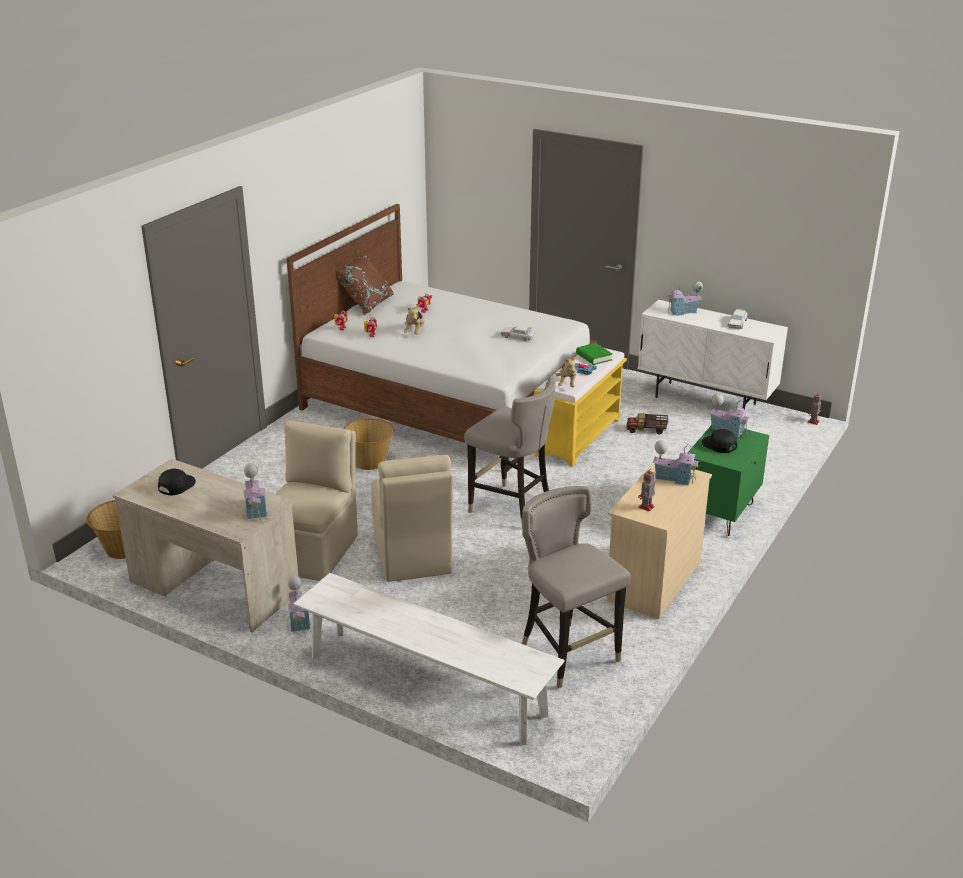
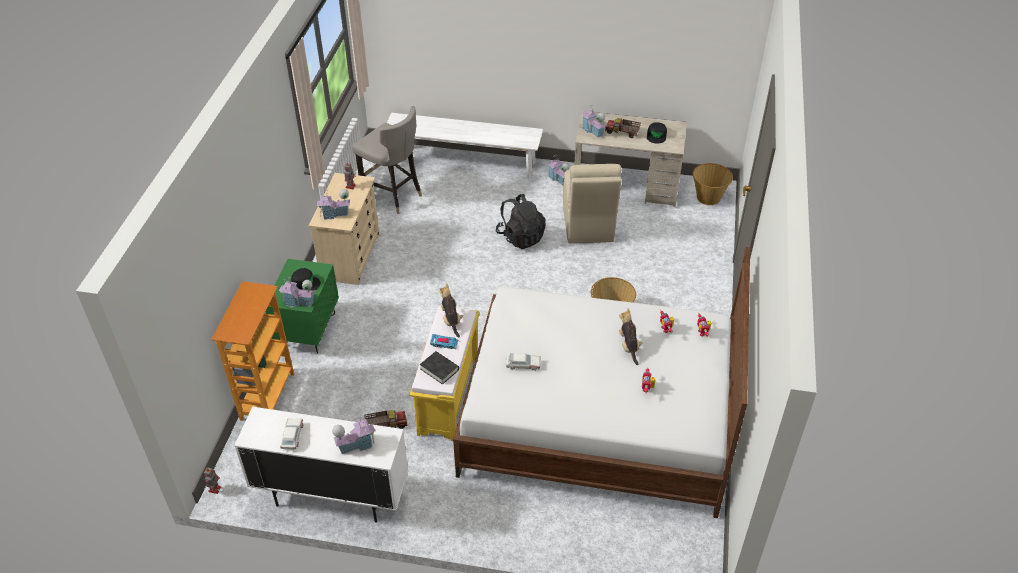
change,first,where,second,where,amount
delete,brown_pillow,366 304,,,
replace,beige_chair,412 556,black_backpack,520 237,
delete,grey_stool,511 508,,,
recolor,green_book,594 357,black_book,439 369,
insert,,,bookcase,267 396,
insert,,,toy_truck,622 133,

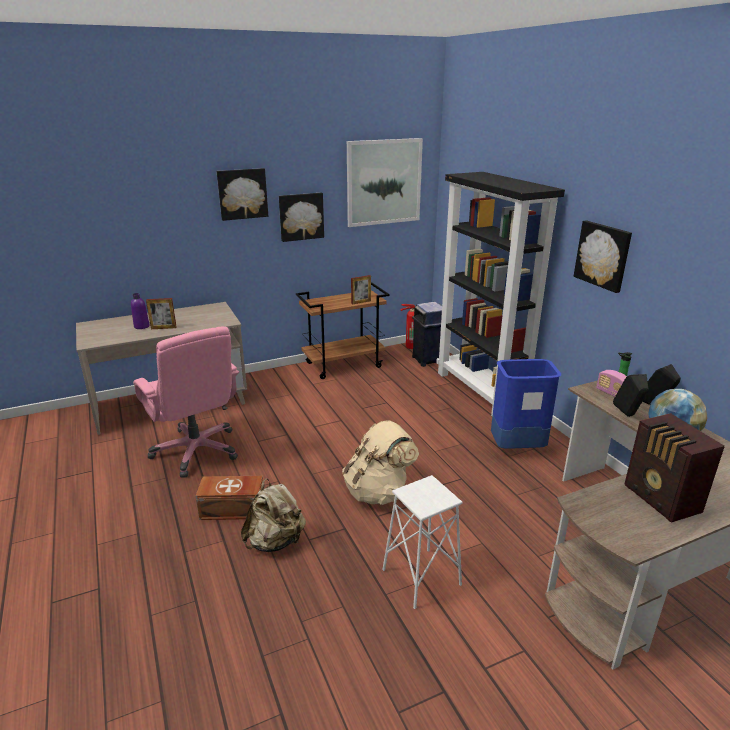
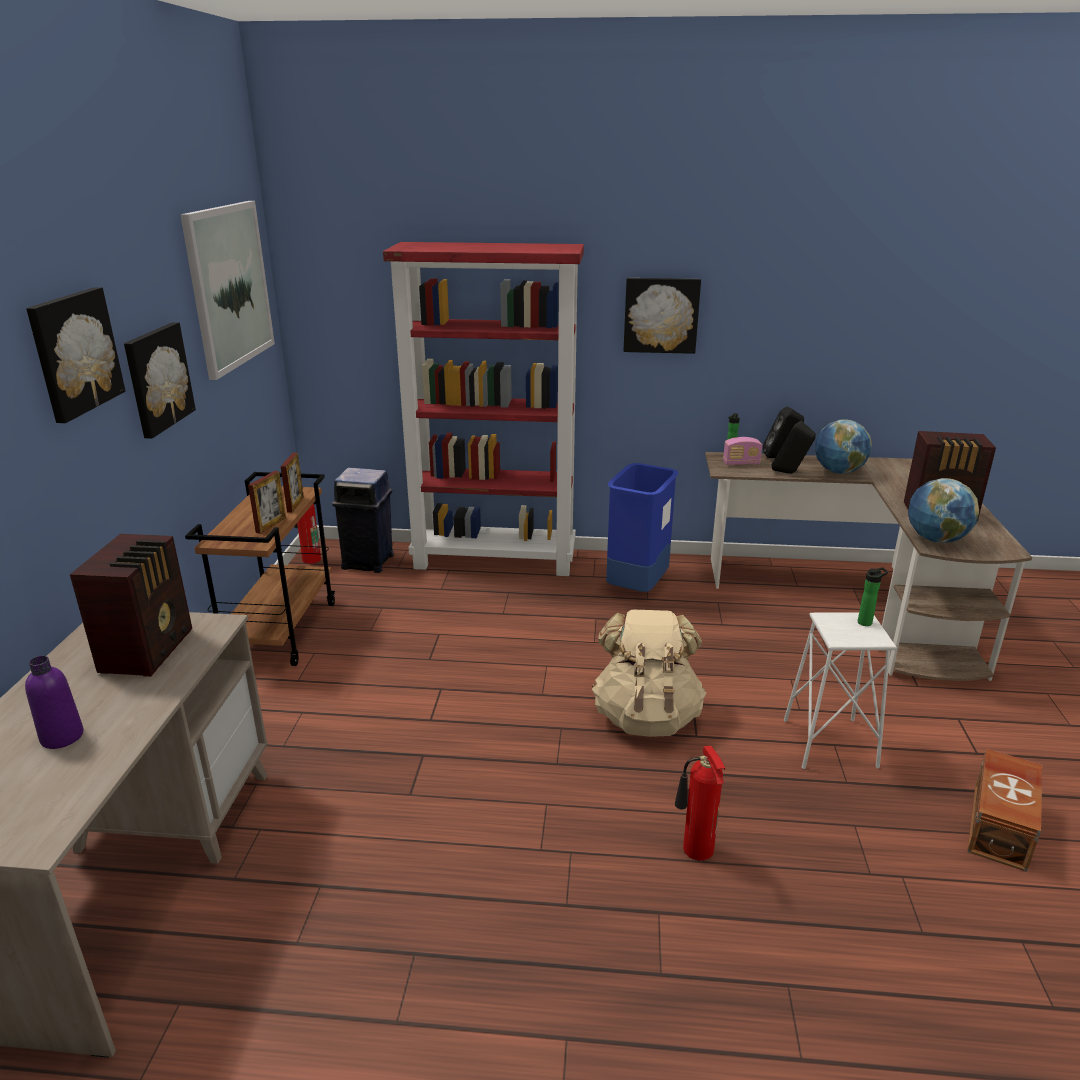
change,first,where,second,where,amount
delete,pink_office_chair,197 451,,,
move,picture_frame,163 328,,271 525,
move,brown_storage_box,233 510,,1001 826,
replace,beige_backpack,275 542,fire_extinguisher,696 851,
recolor,black_bookcase,481 391,red_bookcase,496 560,
insert,,,radio,150 650,
insert,,,bottle,866 622,
insert,,,globe,936 539,

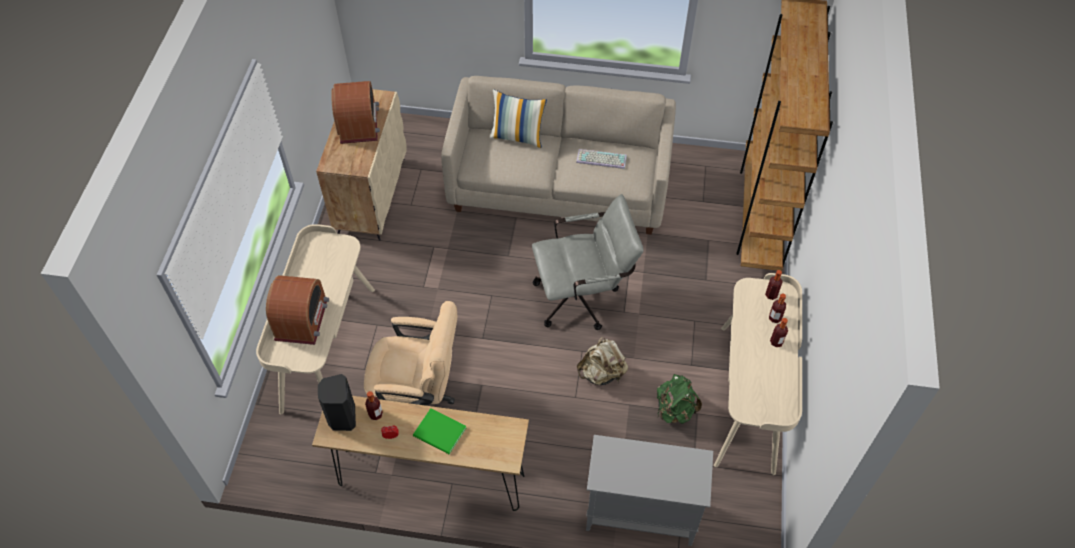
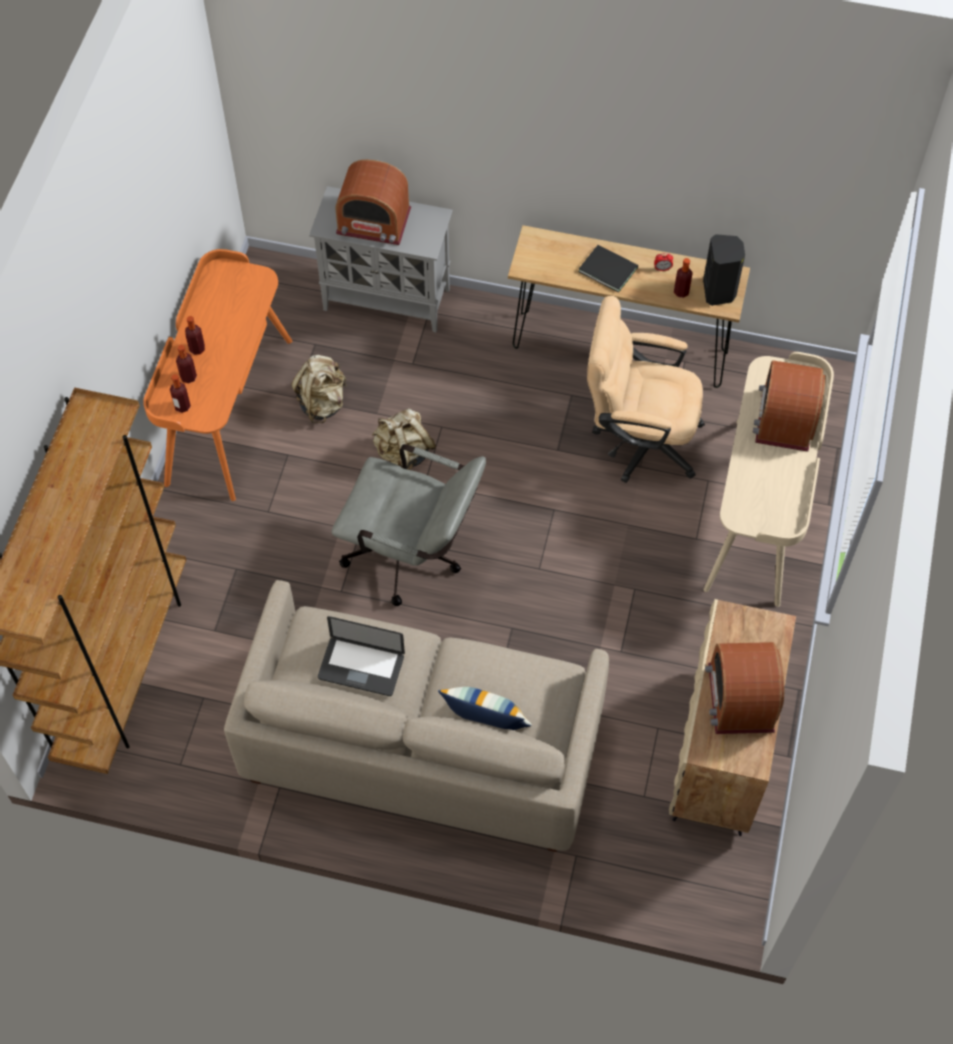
change,first,where,second,where,amount
recolor,green_book,440 433,black_book,607 268,
rotate,grey_office_chair,583 297,,412 556,150 degrees counterclockwise
replace,keyboard,600 160,laptop,361 667,
recolor,green_backpack,674 410,beige_backpack,322 403,
recolor,beige_desk,749 397,orange_desk,227 410,
insert,,,radio,373 221,

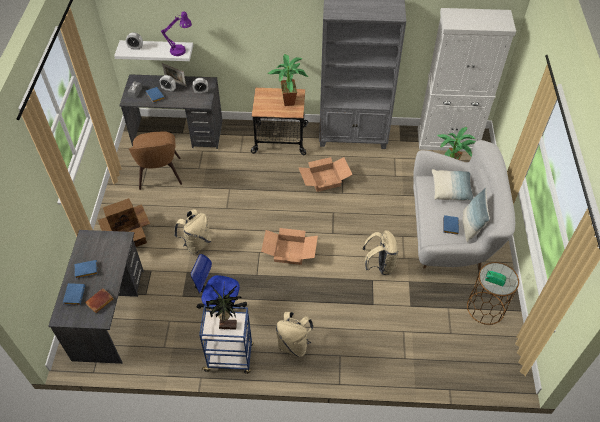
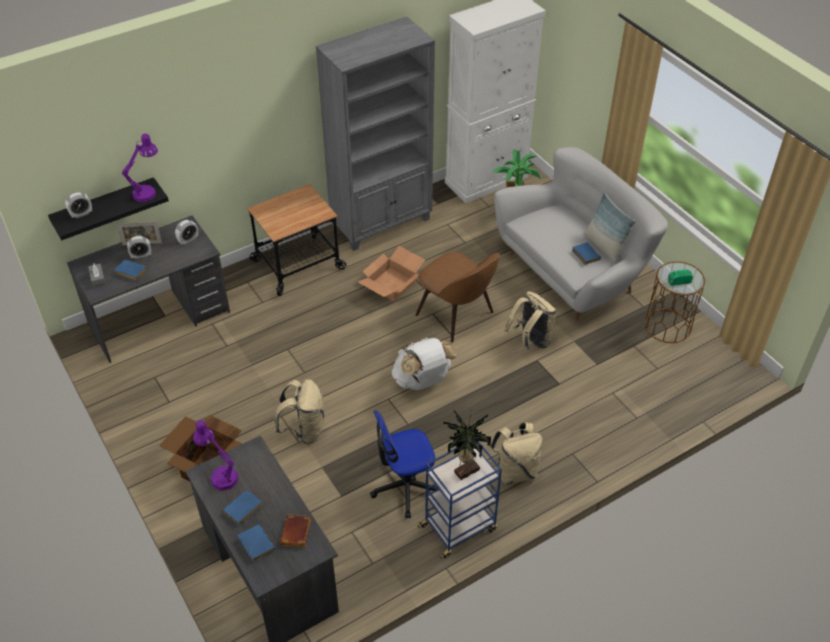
change,first,where,second,where,amount
recolor,white_shelf,157 49,black_shelf,105 207,
move,brown_chair,160 175,,457 315,
replace,cardboard_box,289 252,white_backpack,422 380,
delete,potted_plant,289 100,,,
delete,pillow,451 190,,,
insert,,,purple_table_lamp,220 475,

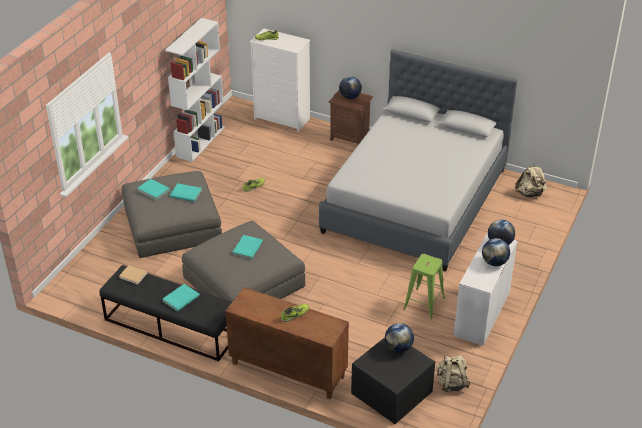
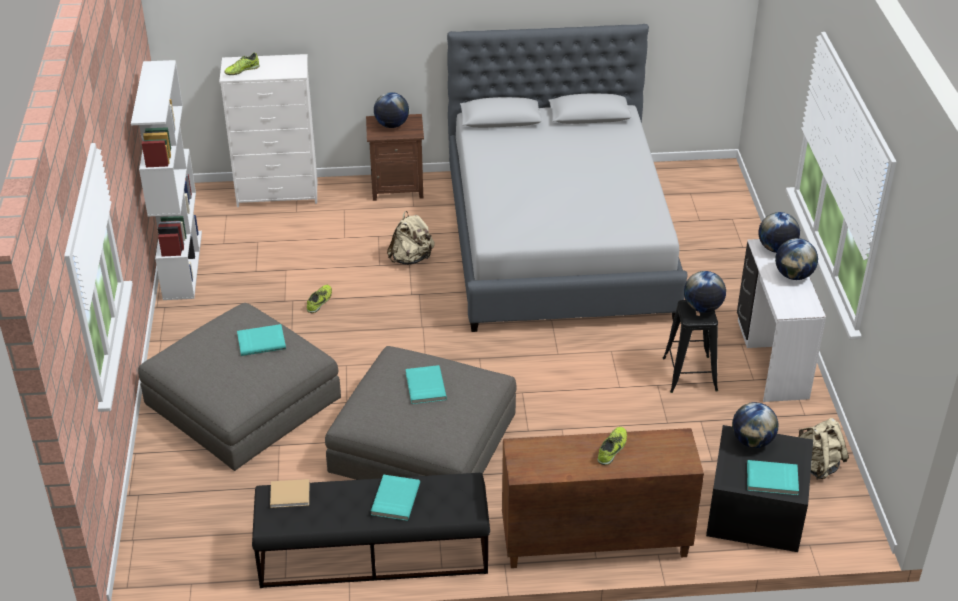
change,first,where,second,where,amount
move,turquoise_book,153 190,,772 480,
recolor,green_stool,423 304,black_stool,689 374,
move,beige_backpack,530 193,,411 258,
insert,,,globe,702 308,

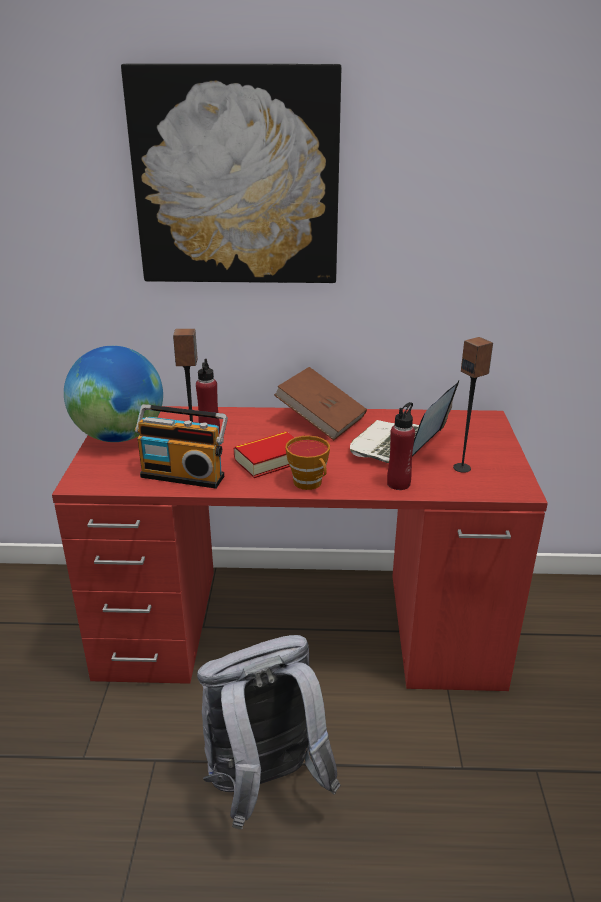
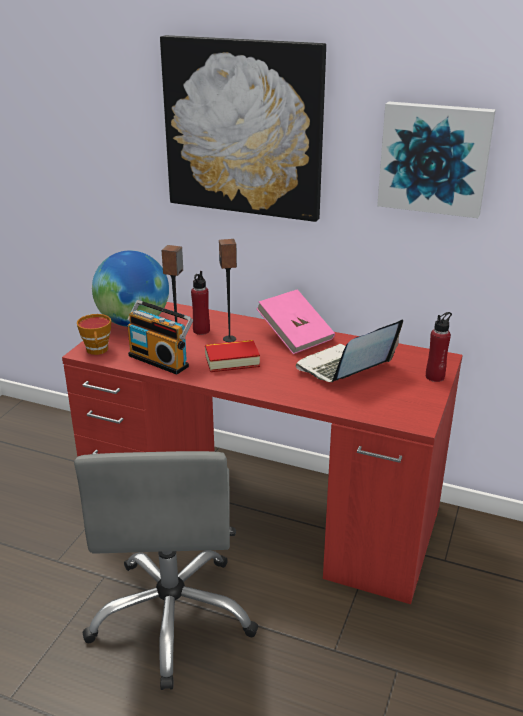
change,first,where,second,where,amount
replace,grey_backpack,264 784,grey_office_chair,173 615,
recolor,brown_book,321 420,pink_book,295 336,
move,cup,310 483,,98 350,
move,red_bottle,398 483,,435 377,
move,speaker,462 468,,229 339,
insert,,,picture,434 158,

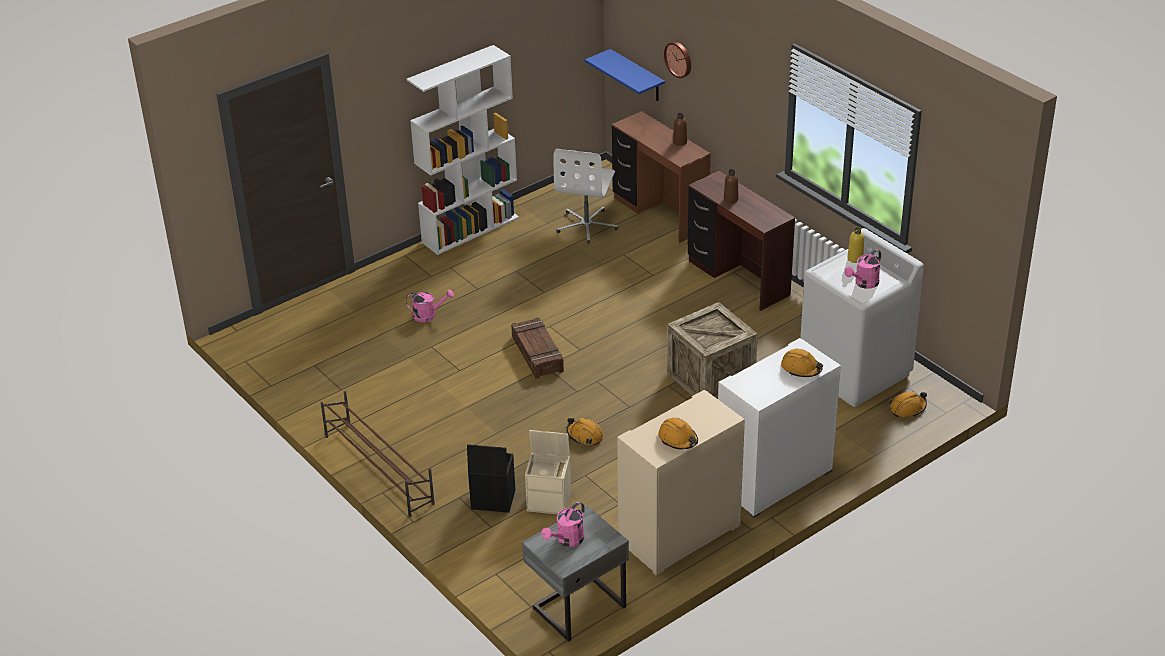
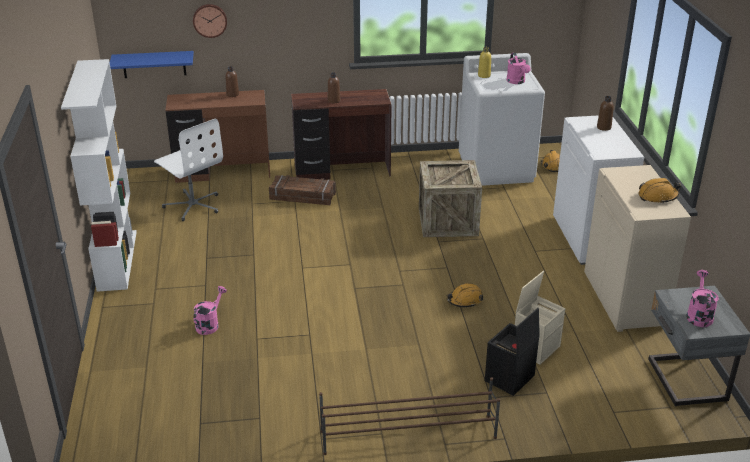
change,first,where,second,where,amount
move,crate,537 354,,302 196,
rotate,pink_watering_can,567 540,,698 315,150 degrees counterclockwise
replace,orange_hard_hat,801 368,brown_bottle,604 127,

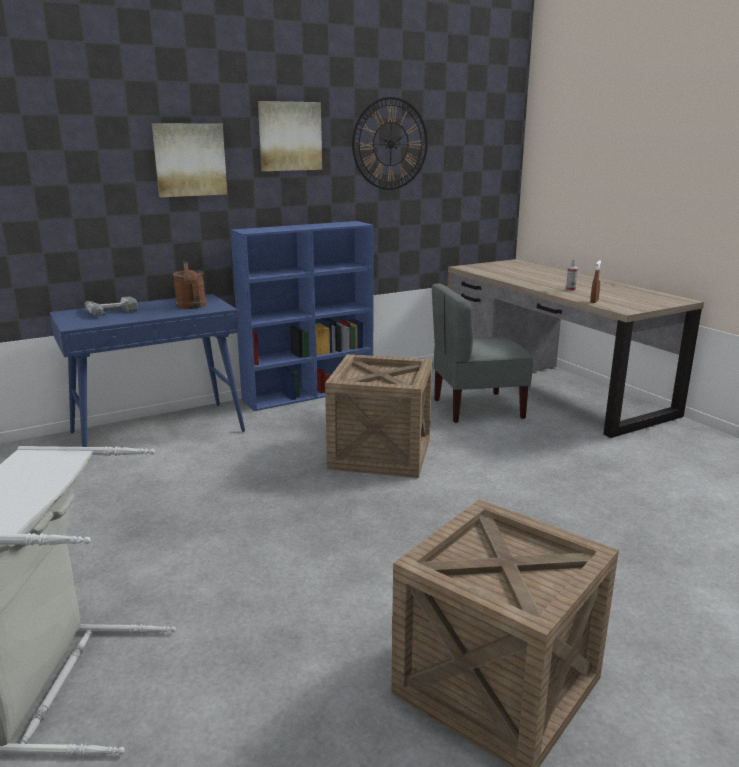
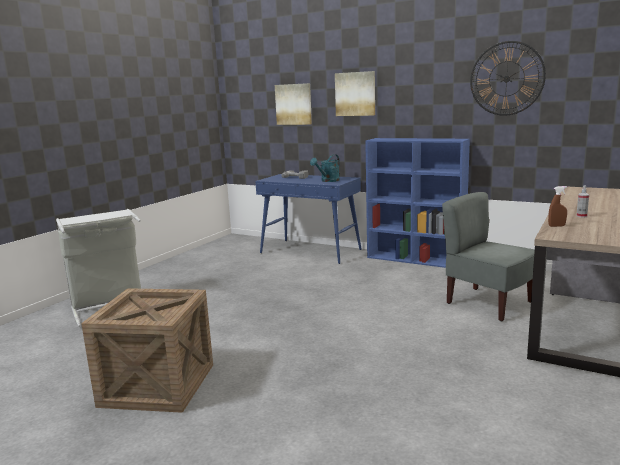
change,first,where,second,where,amount
recolor,brown_watering_can,191 307,turquoise_watering_can,328 181,
move,picture,289 136,,294 104,
delete,crate,380 453,,,

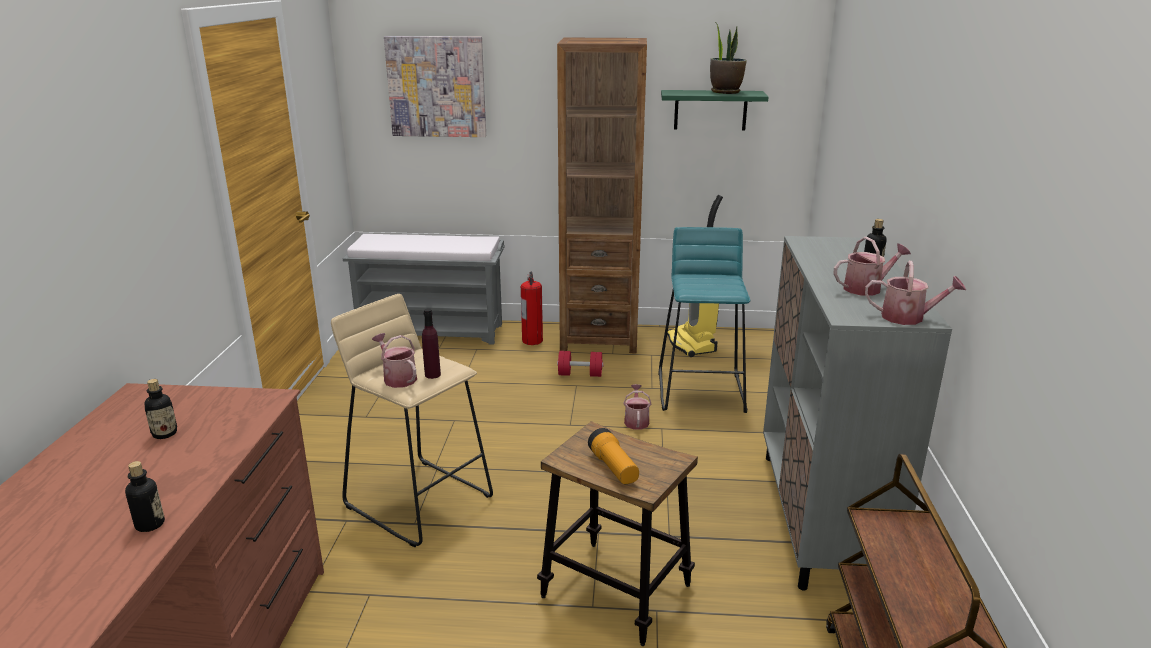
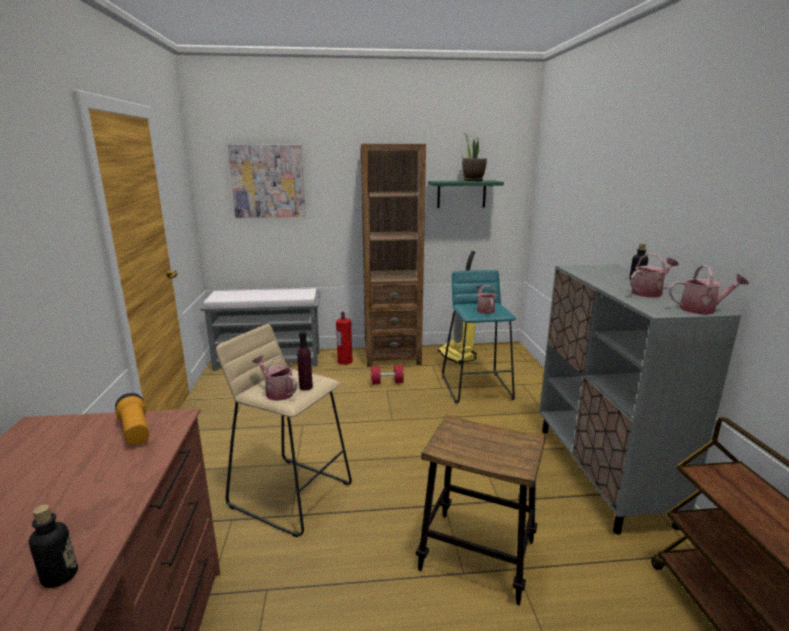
change,first,where,second,where,amount
delete,bottle,165 434,,,
move,flashlight,613 468,,135 430,
move,watering_can,636 421,,484 310,

